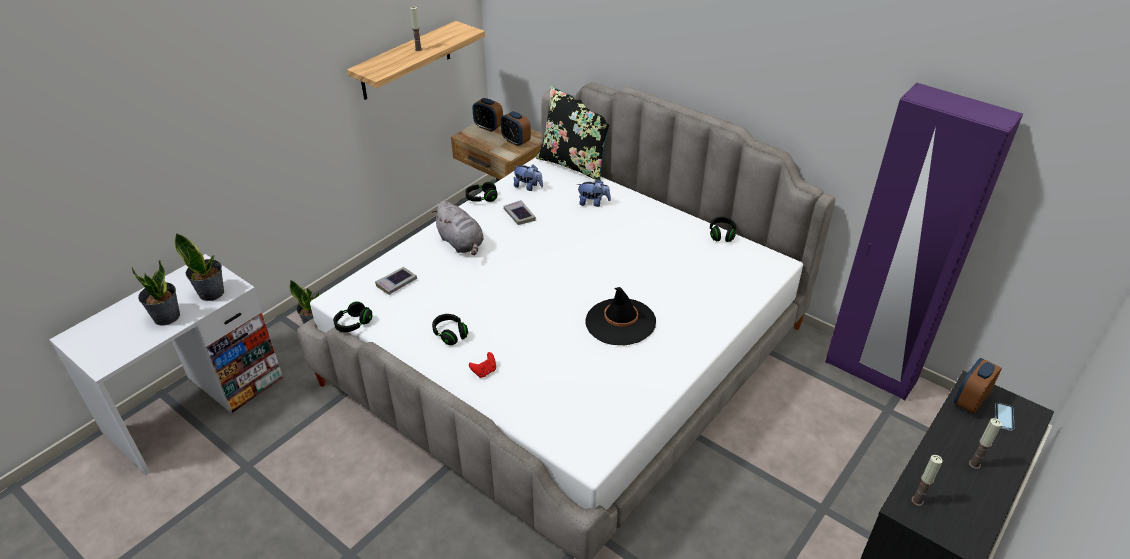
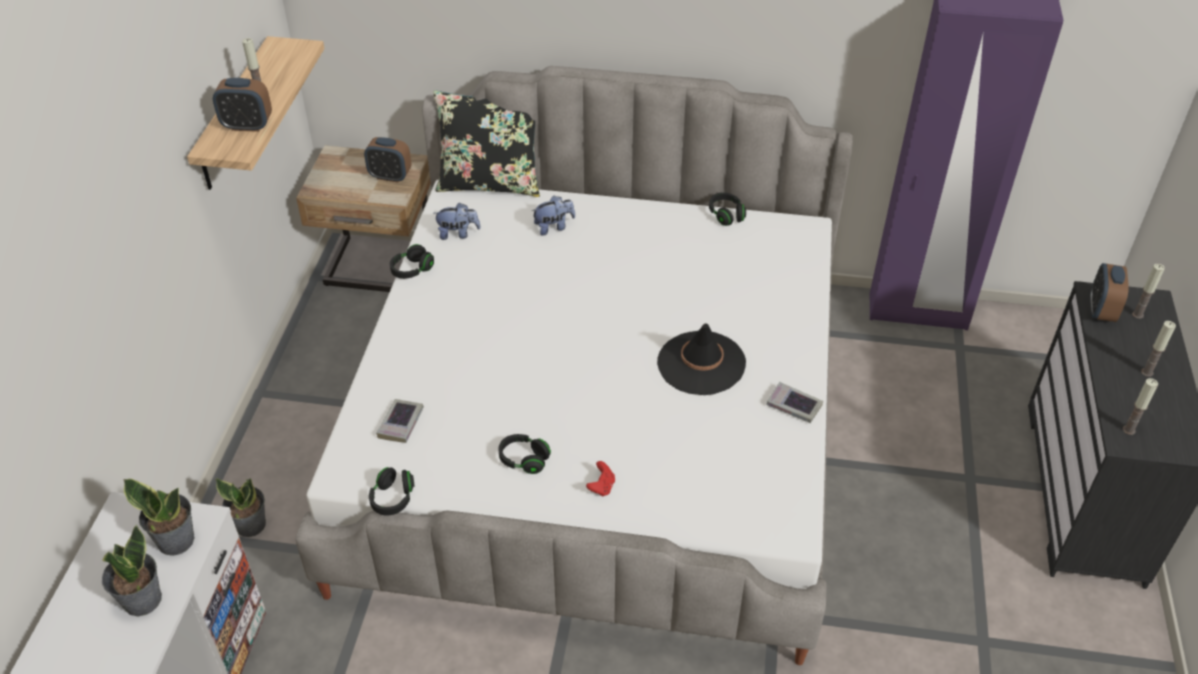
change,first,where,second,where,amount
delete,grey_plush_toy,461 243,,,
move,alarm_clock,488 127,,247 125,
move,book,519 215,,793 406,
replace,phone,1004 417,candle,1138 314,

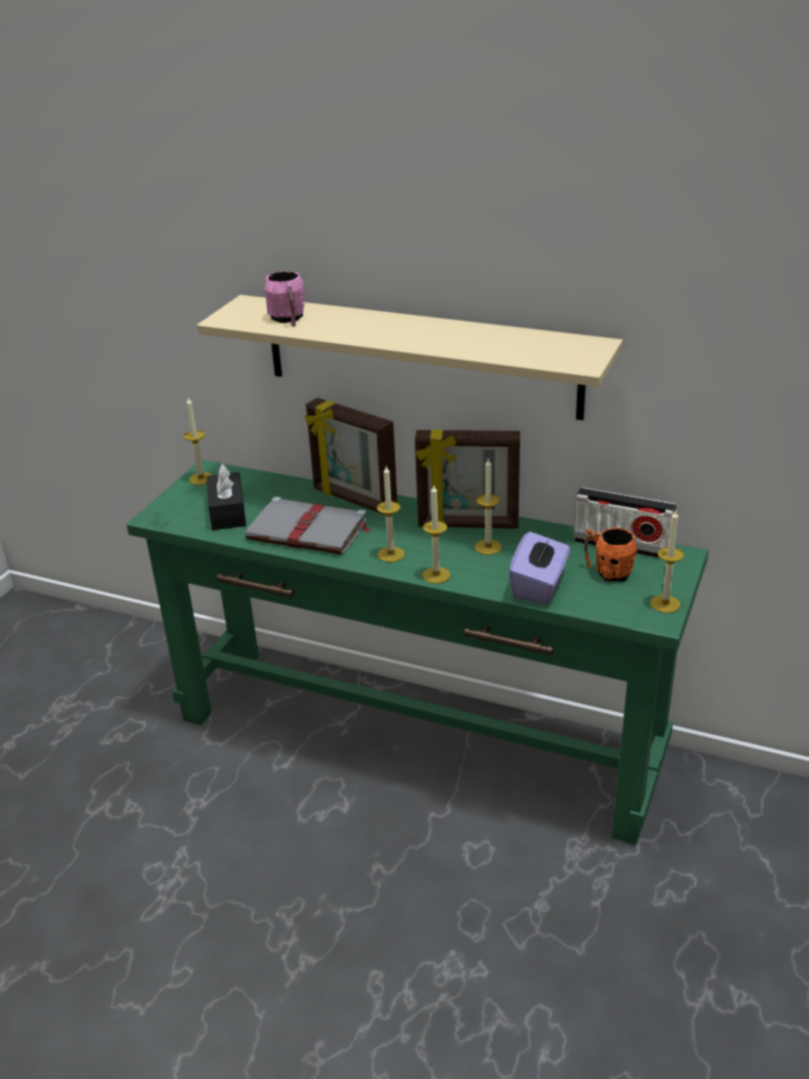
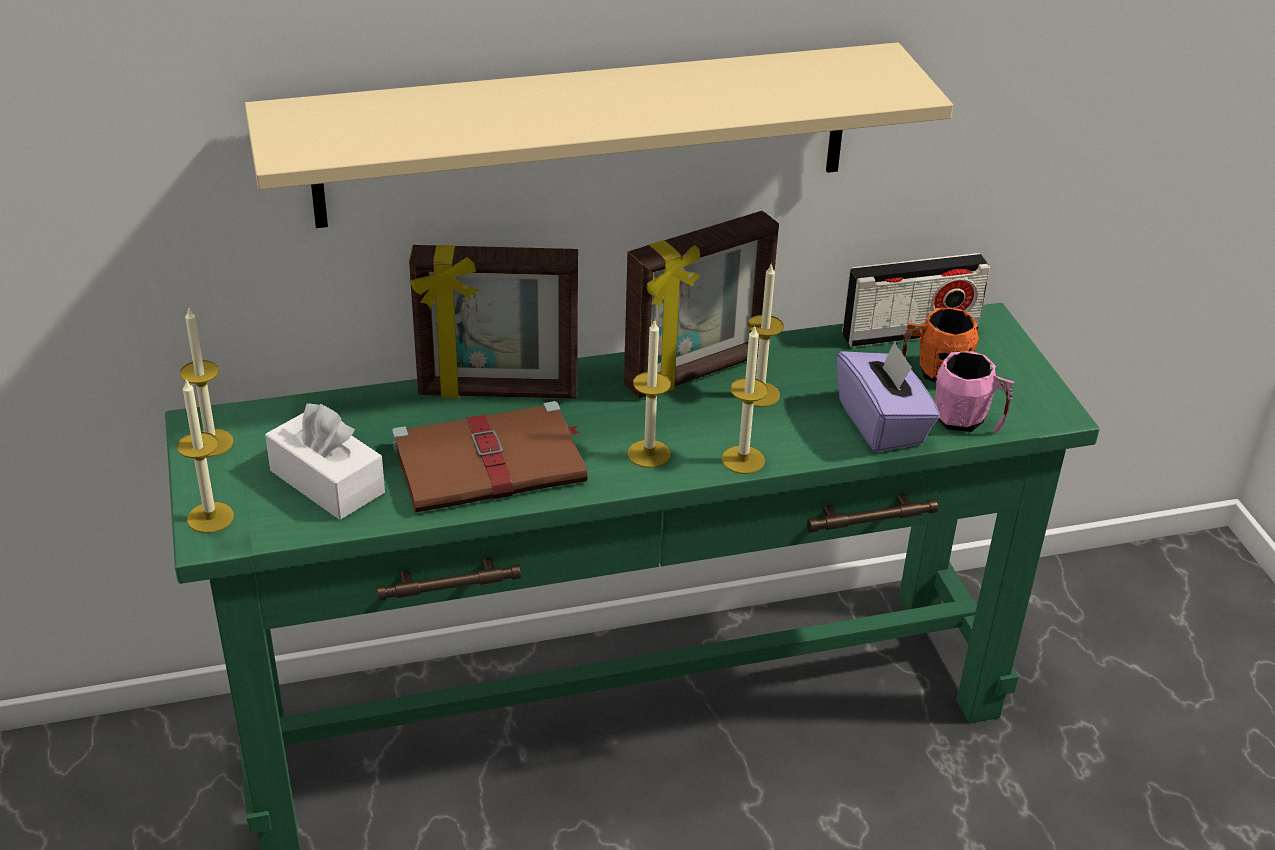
change,first,where,second,where,amount
recolor,black_tissue_box,227 512,white_tissue_box,327 482,
recolor,grey_book,309 531,brown_book,492 464,
move,pink_mug,288 319,,968 421,
move,candle,665 604,,210 517,

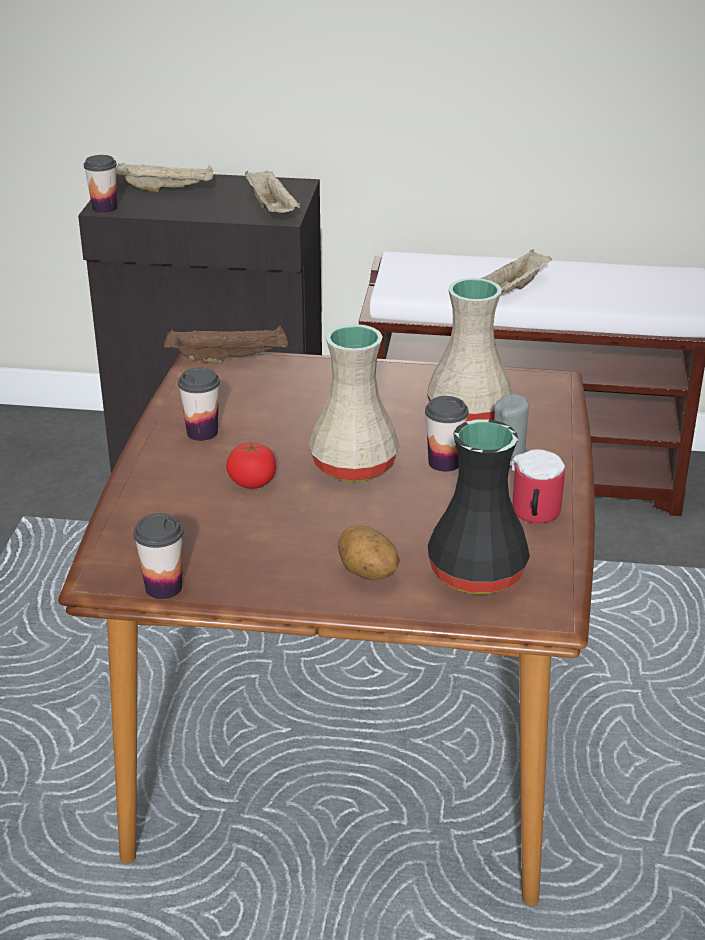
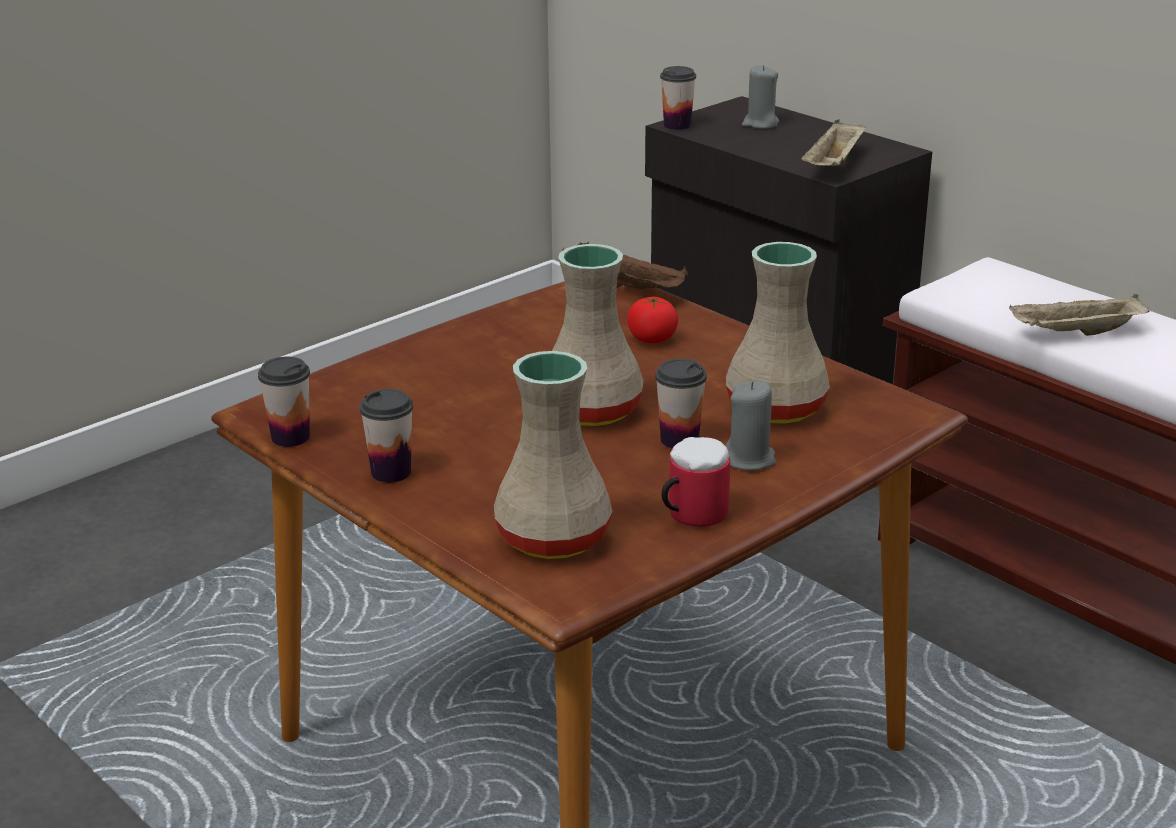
change,first,where,second,where,amount
replace,beige_tray,166 190,grey_candle,760 124,
move,cup,202 432,,391 472,
move,tomato,252 482,,652 339,
delete,potato,367 574,,,
recolor,black_vase,478 575,beige_vase,552 540,

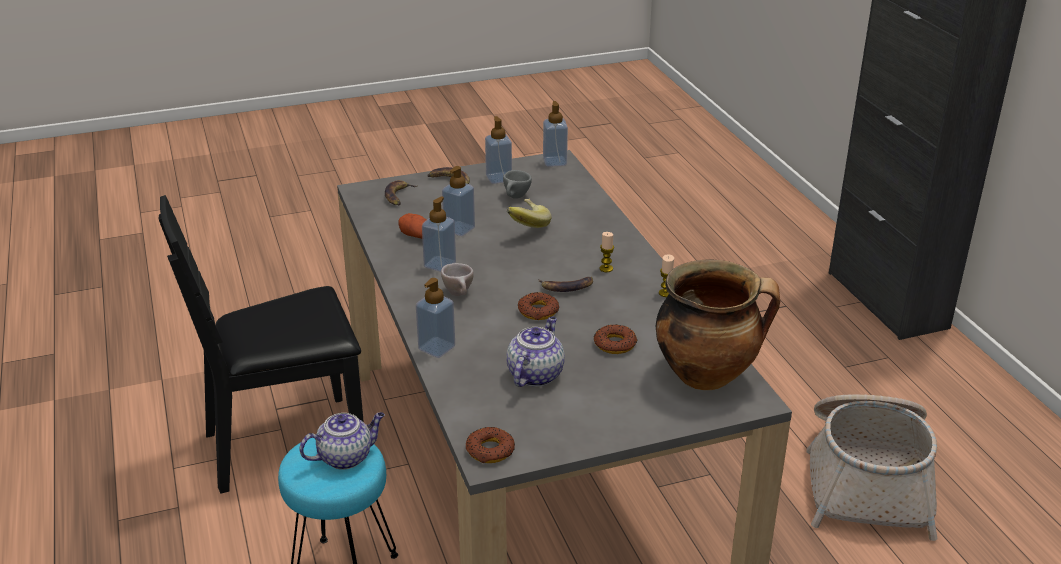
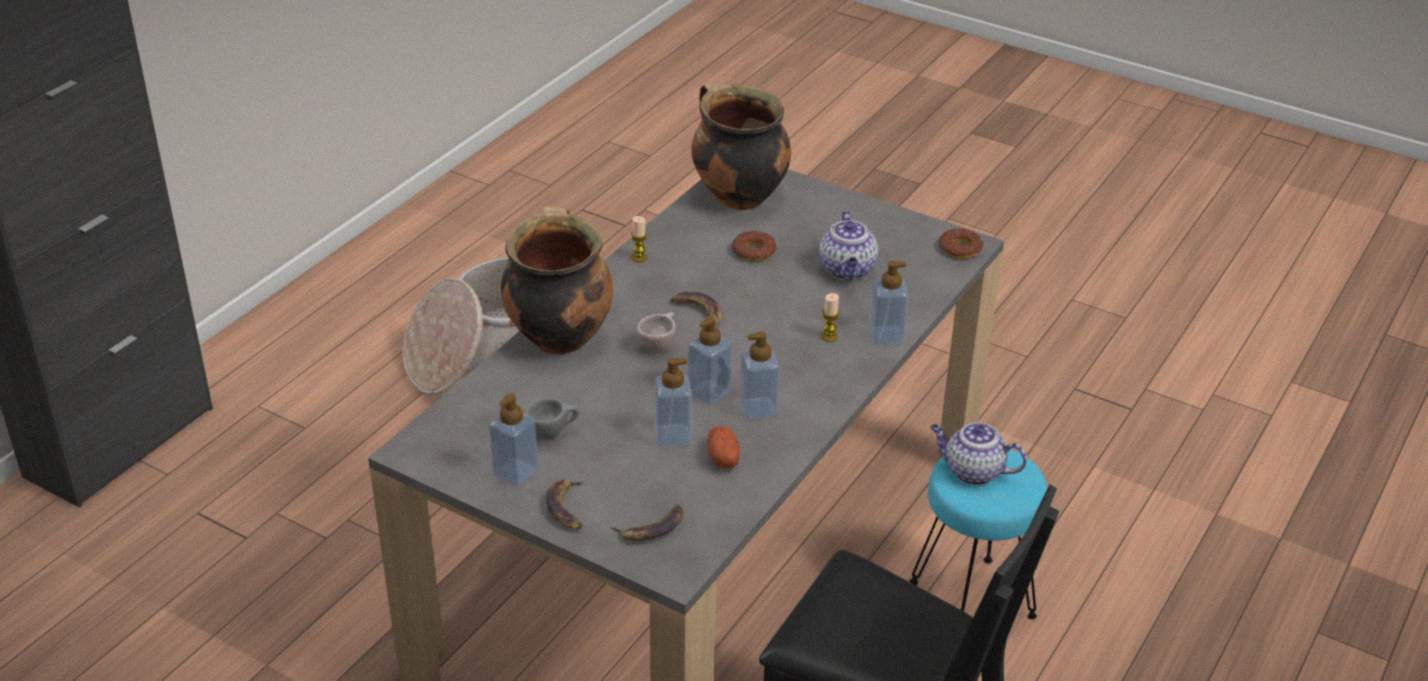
change,first,where,second,where,amount
move,beige_cup,460 294,,659 346,
rotate,teapot,535 374,,848 270,75 degrees counterclockwise
delete,banana,525 226,,,
delete,donut,538 311,,,
move,soap_dispenser,554 162,,709 393,
move,candle,606 268,,829 336,
insert,,,cooking_pot,558 336,

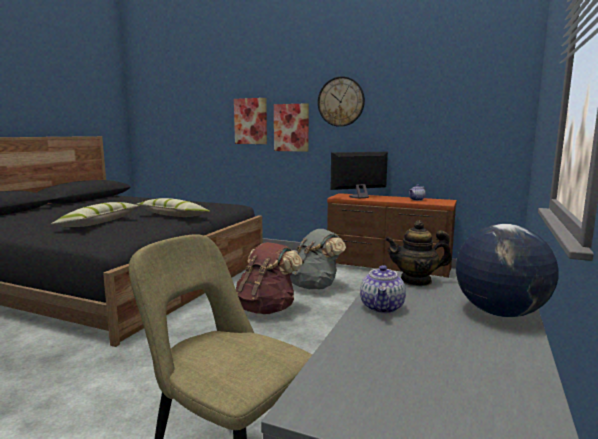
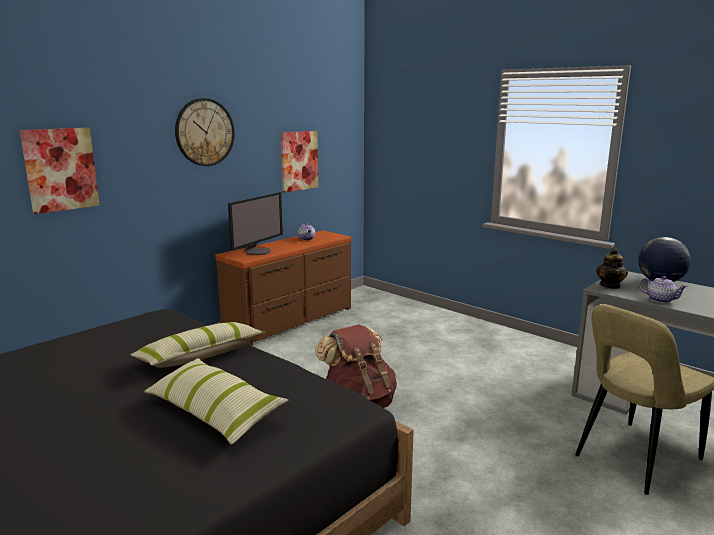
change,first,where,second,where,amount
move,picture,291 127,,299 161,
delete,grey_backpack,314 286,,,
rotate,monitor,359 197,,257 251,150 degrees counterclockwise

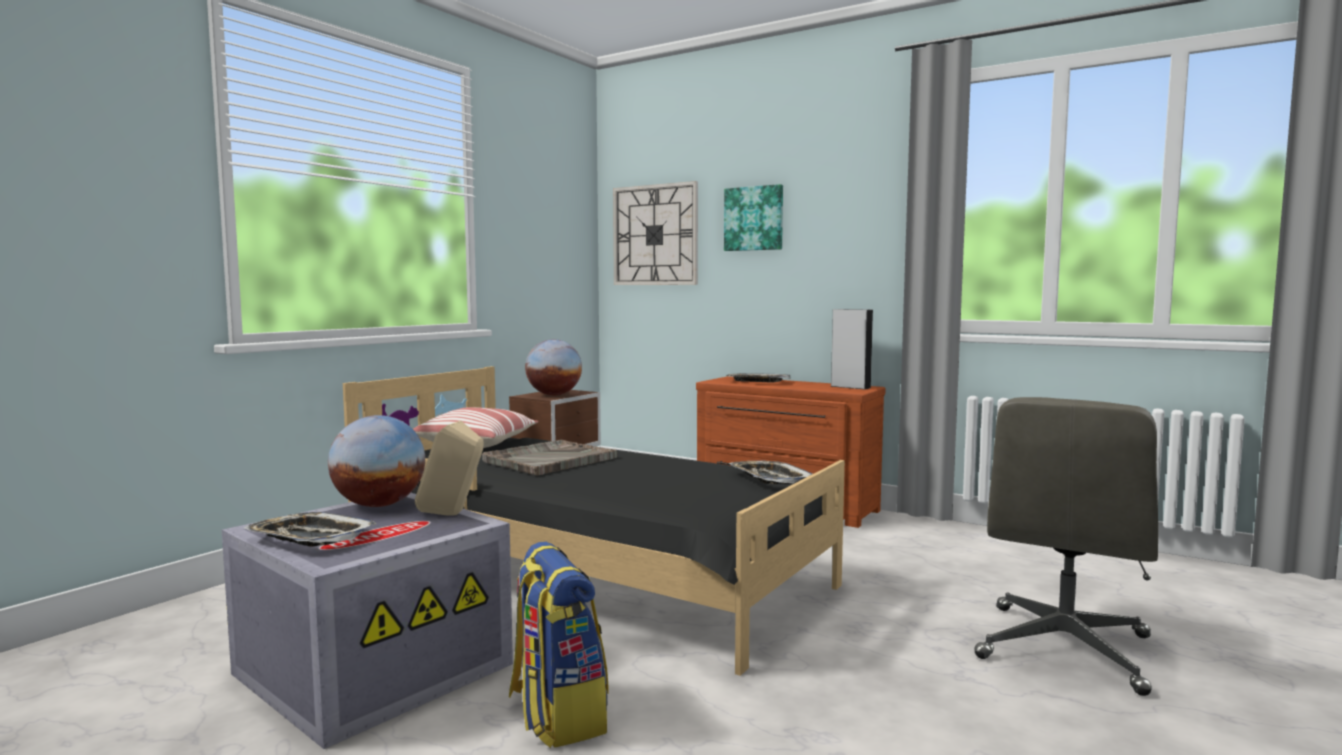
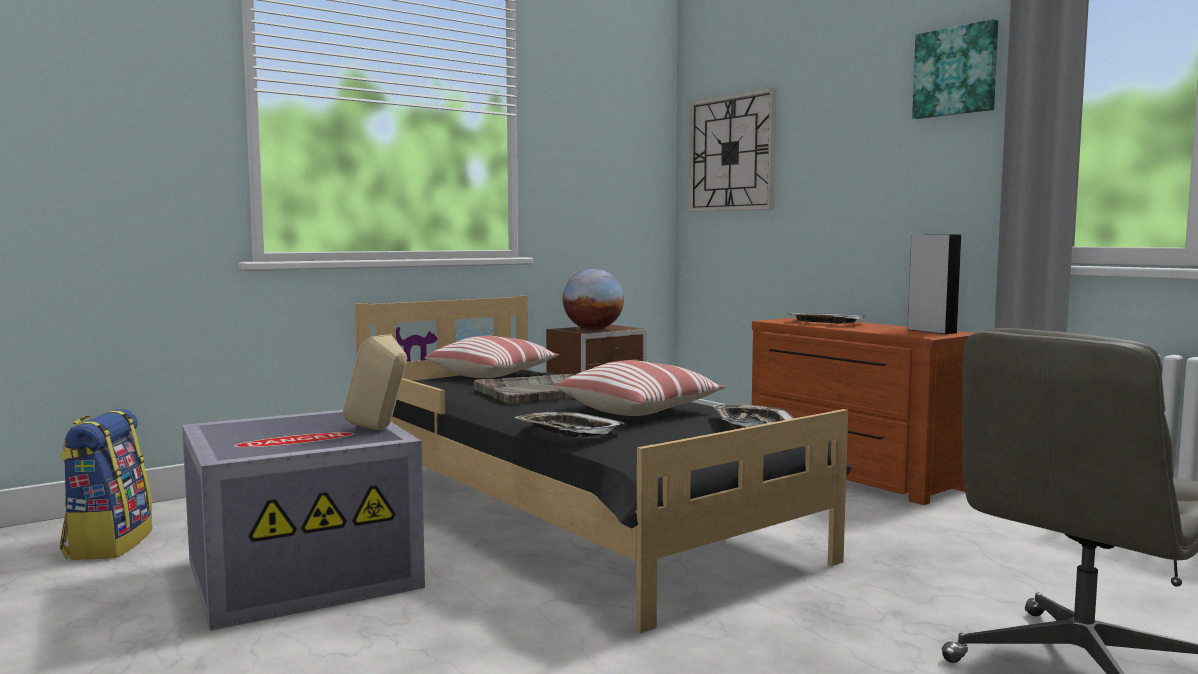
change,first,where,second,where,amount
move,tray,311 538,,568 432,
delete,globe,379 505,,,
move,backpack,556 715,,108 544,
move,picture,754 218,,956 71,
insert,,,pillow,639 410,

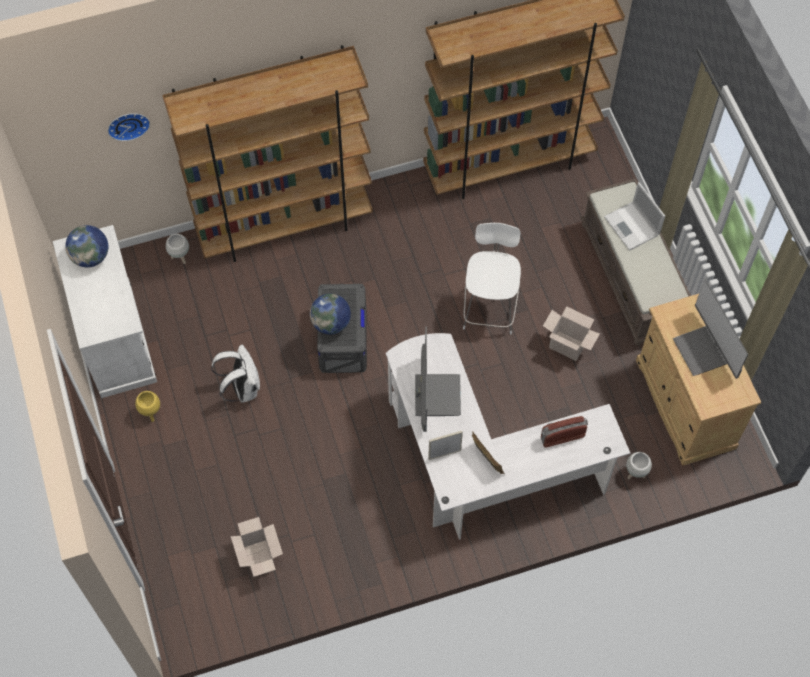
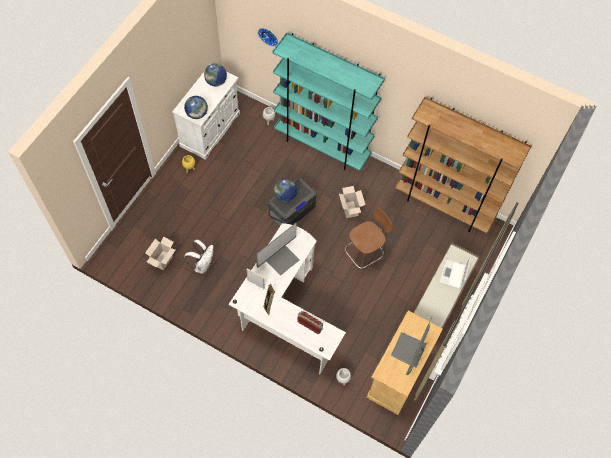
change,first,where,second,where,amount
recolor,brown_bookcase,285 226,turquoise_bookcase,322 146,
move,white_backpack,242 388,,202 264,
recolor,white_chair,489 308,brown_chair,364 255,
move,cardboard_box,568 345,,350 210,
insert,,,globe,197 114,

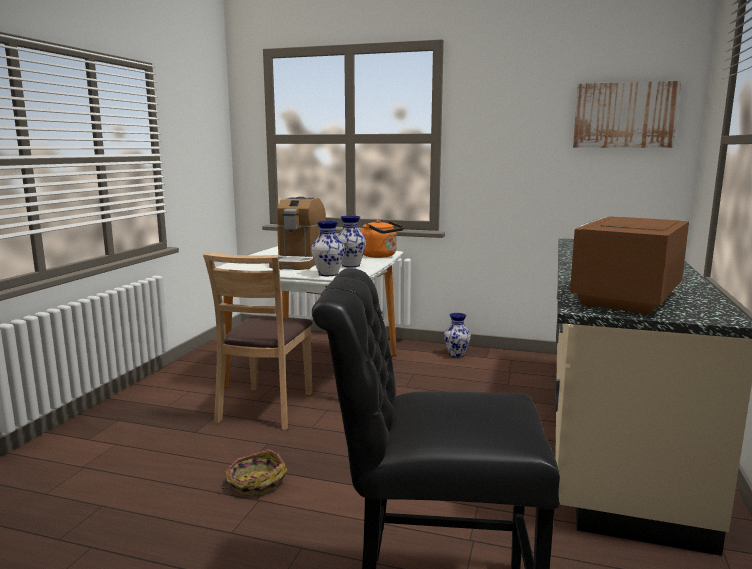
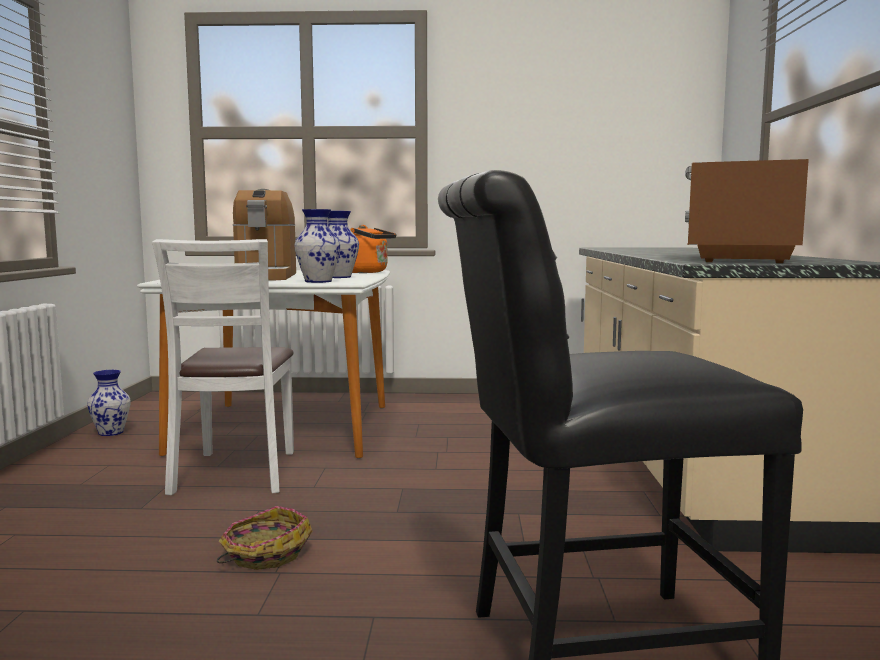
change,first,where,second,where,amount
recolor,brown_chair,266 408,white_chair,236 472,
move,vase,457 354,,111 433,
delete,picture,624 115,,,

